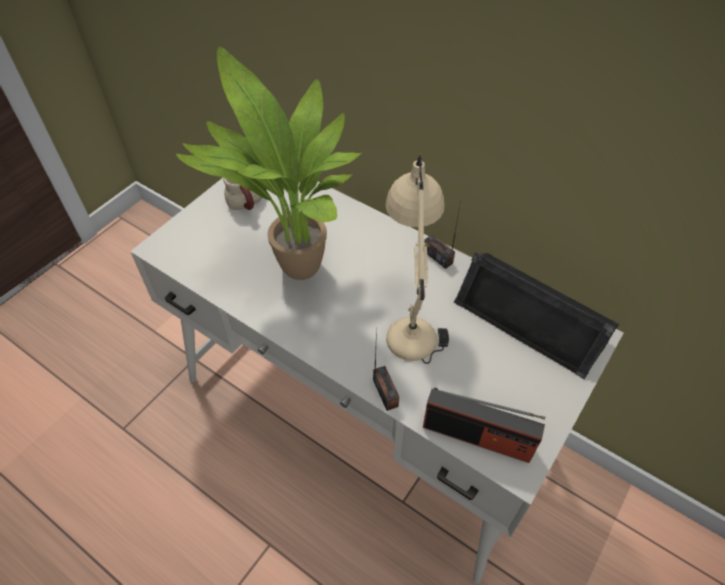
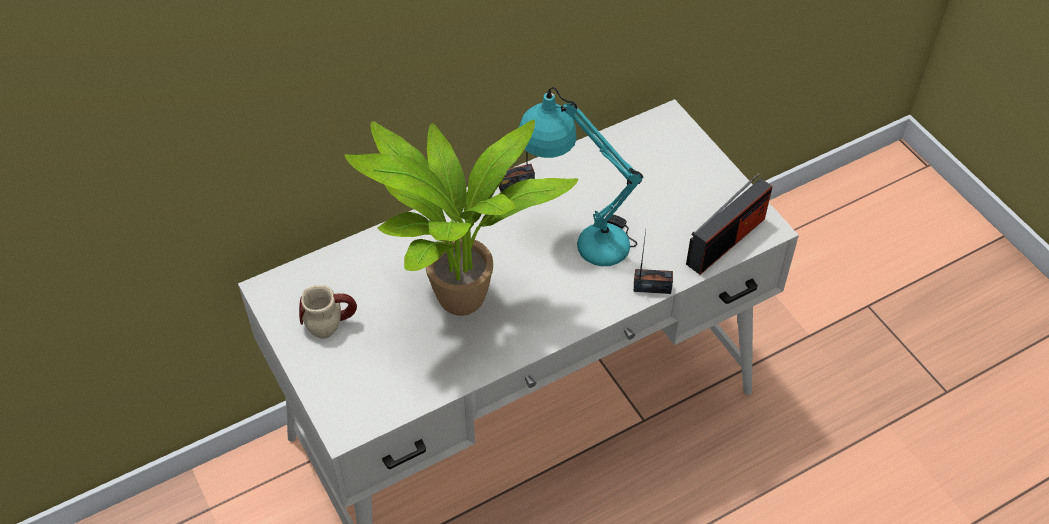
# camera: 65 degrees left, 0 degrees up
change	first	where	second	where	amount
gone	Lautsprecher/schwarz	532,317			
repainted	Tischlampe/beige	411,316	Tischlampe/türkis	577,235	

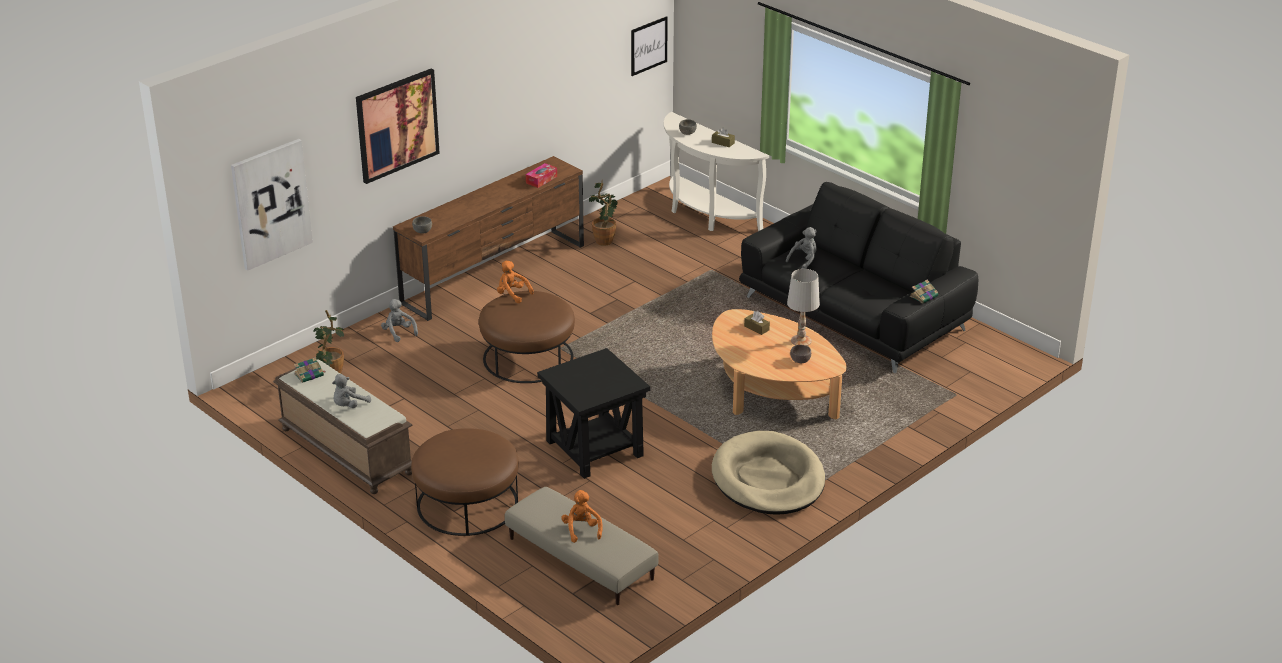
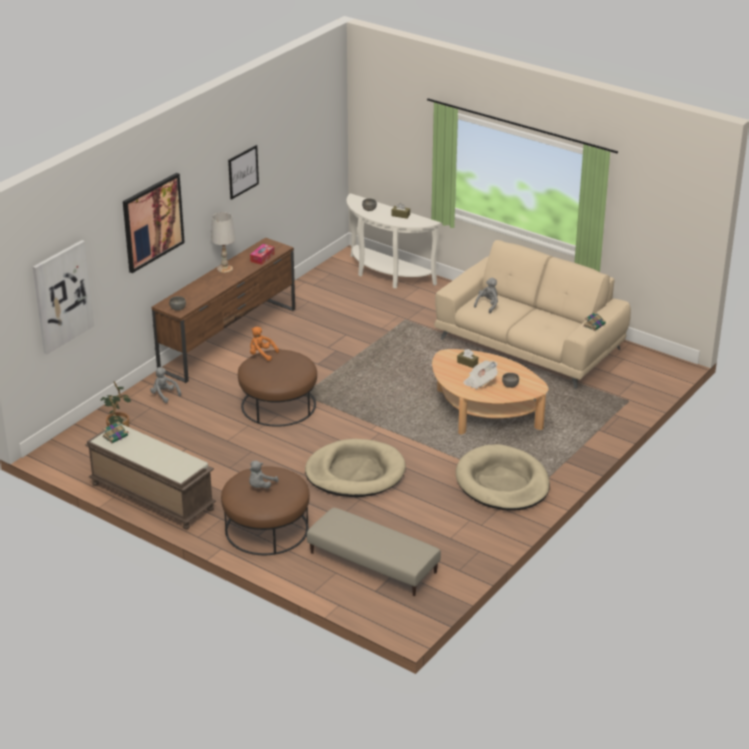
# camera: 10 degrees left, 0 degrees up
change	first	where	second	where	amount
gone	Plüschtier/orange	582,530			
gone	Topfpflanze	606,239			
new			Zeitung	480,382	
shifted	Plüschtier/grau	349,405		261,486	
shifted	Bild	648,46		243,171	
shifted	Tischlampe/weiß	801,340		224,268	
swapped	Beistelltisch/schwarz	593,448	Hundebett/beige	355,473	
repainted	Sofa/schwarz	854,314	Sofa/beige	530,345	

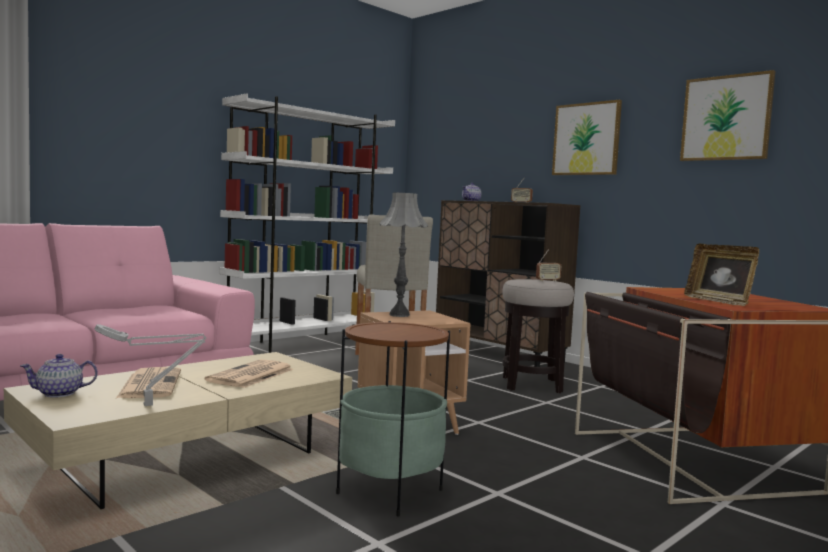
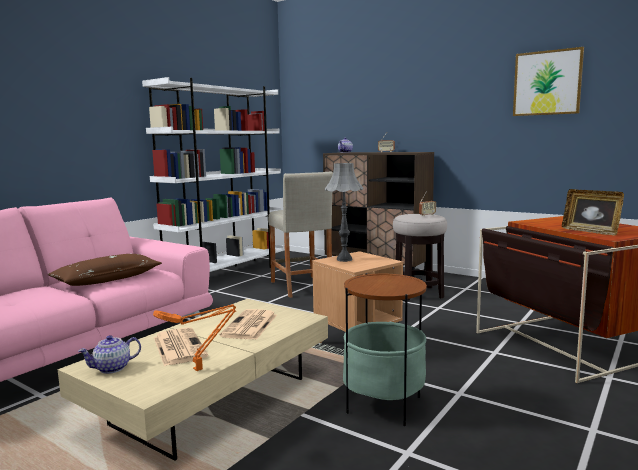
# camera: 10 degrees left, 5 degrees up
change	first	where	second	where	amount
gone	Bild	586,139			
new			Kissen/braun	107,279	
repainted	Tischlampe/grau	151,405	Tischlampe/orange	200,369	

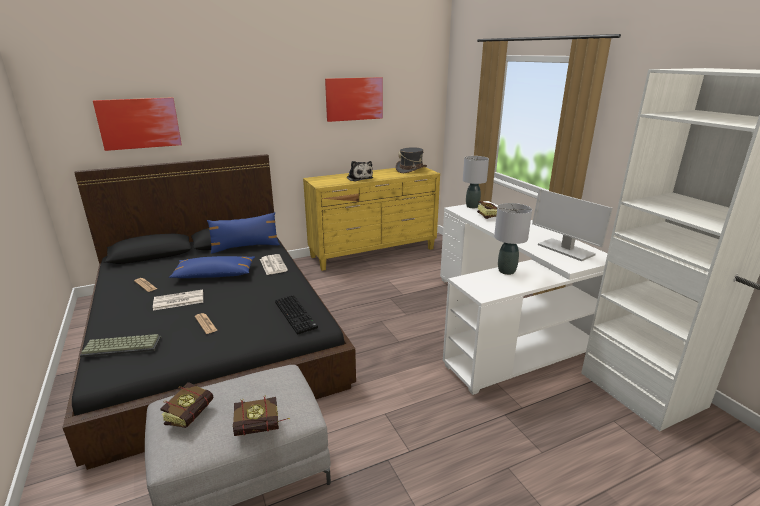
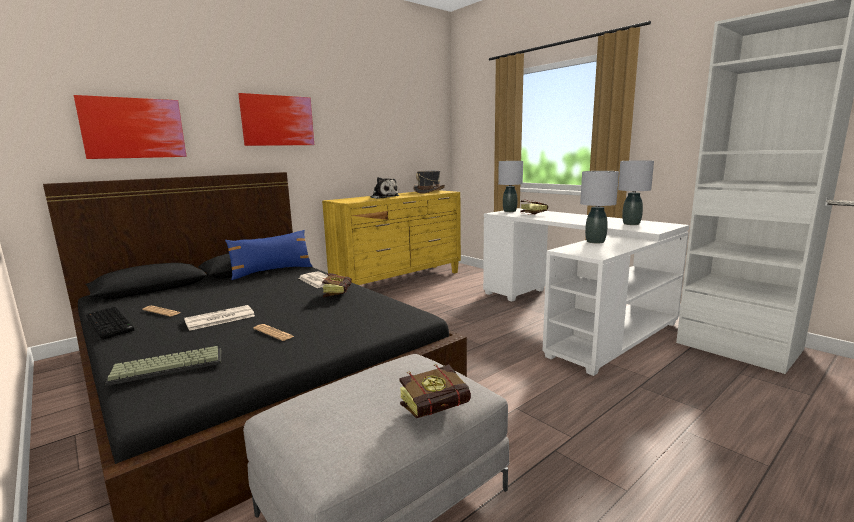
# camera: 15 degrees left, 10 degrees down
change	first	where	second	where	amount
gone	Kissen/blau	215,274			
shifted	Buch	193,413		338,294	
shifted	Tastatur	296,315		111,323	
shifted	Bild	354,99		277,120	
swapped	Monitor	565,250	Tischlampe/grau	631,224	

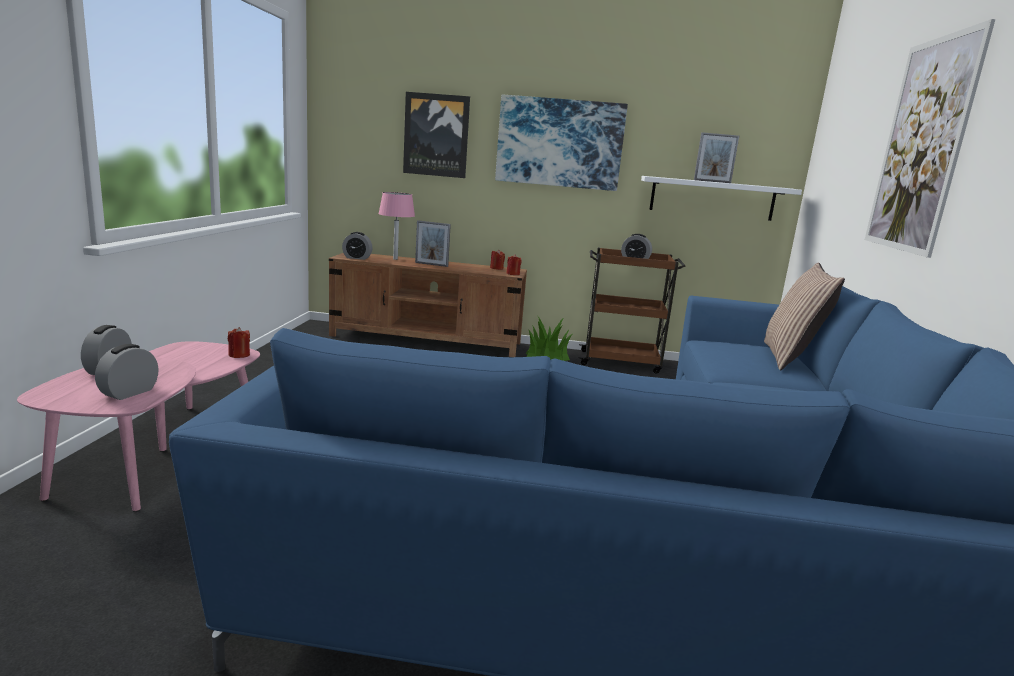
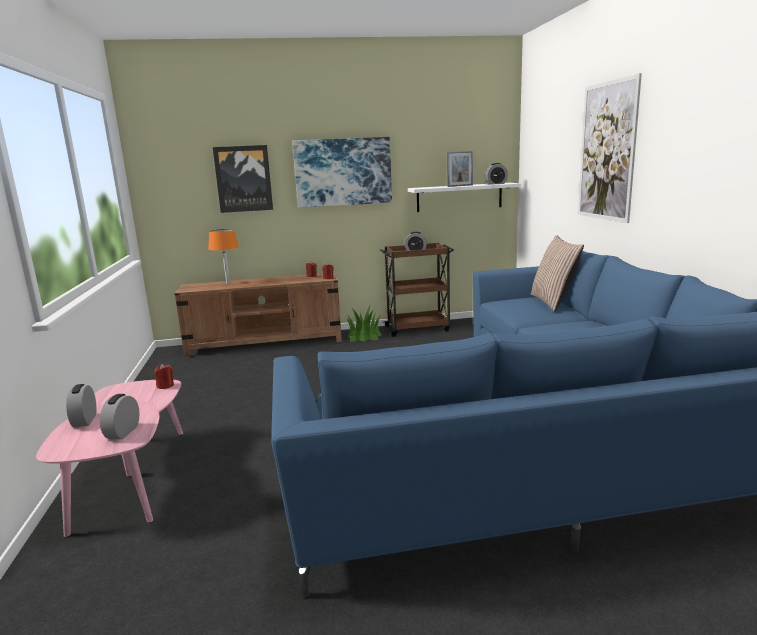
# camera: 15 degrees left, 0 degrees up
change	first	where	second	where	amount
gone	Bilderrahmen	431,264			
shifted	Wecker	357,258		496,184	
repainted	Tischlampe/rosa	395,259	Tischlampe/orange	228,283	

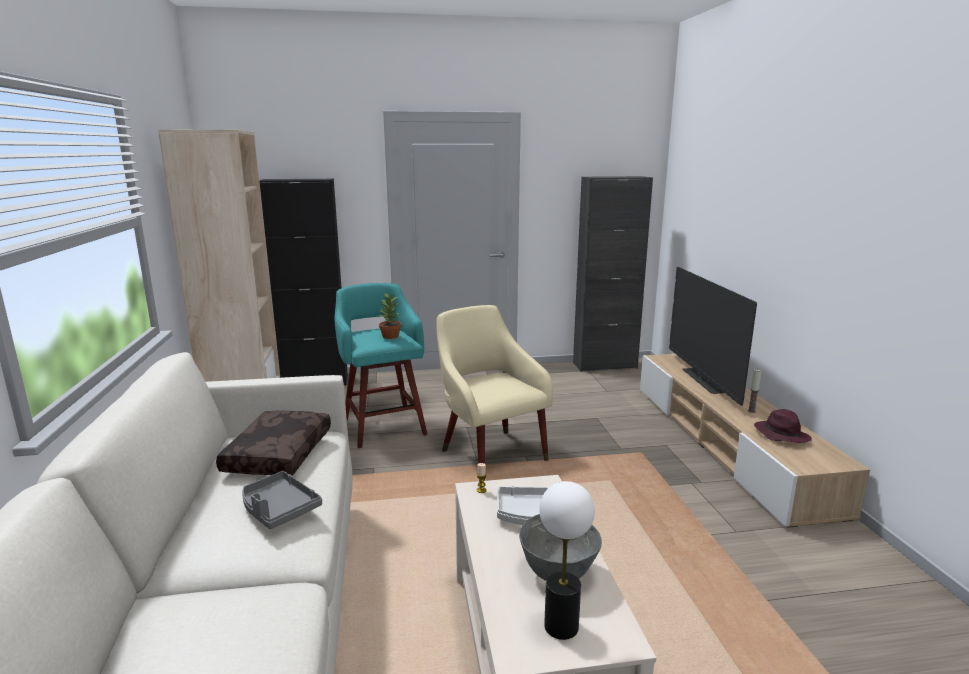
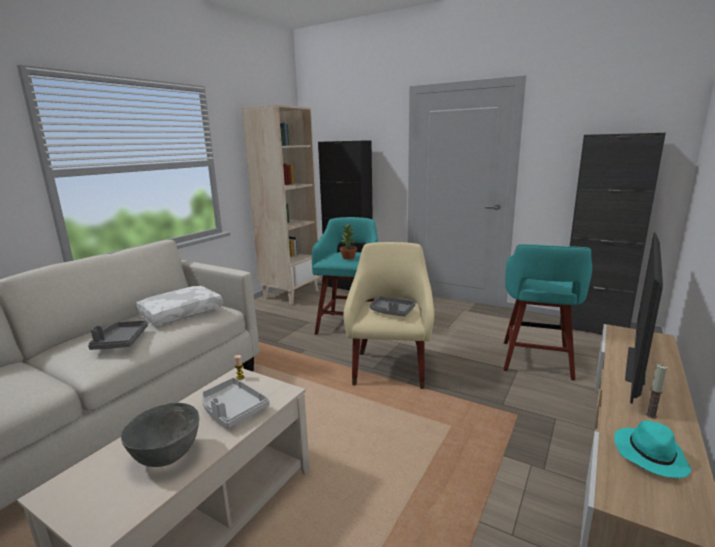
# camera: 40 degrees right, 0 degrees up
change	first	where	second	where	amount
gone	Tischlampe	561,627			
new			Tablett/grau	391,312	
new			Hocker/türkis	536,361	
repainted	Kissen/braun	277,453	Kissen/weiß	181,312	
repainted	Hut/lila	780,435	Hut/türkis	649,455	

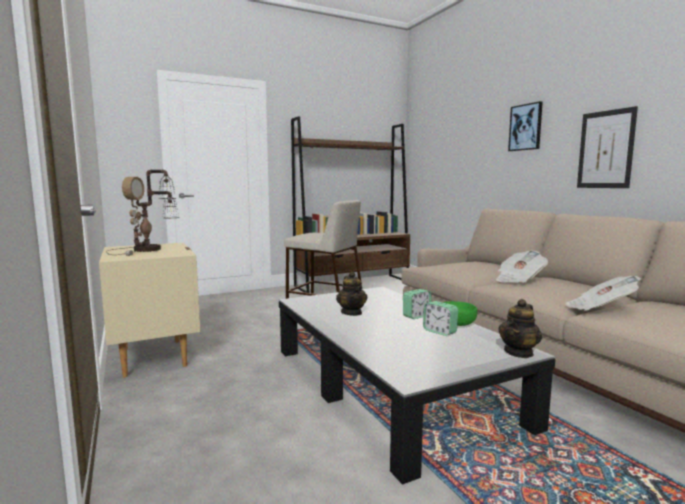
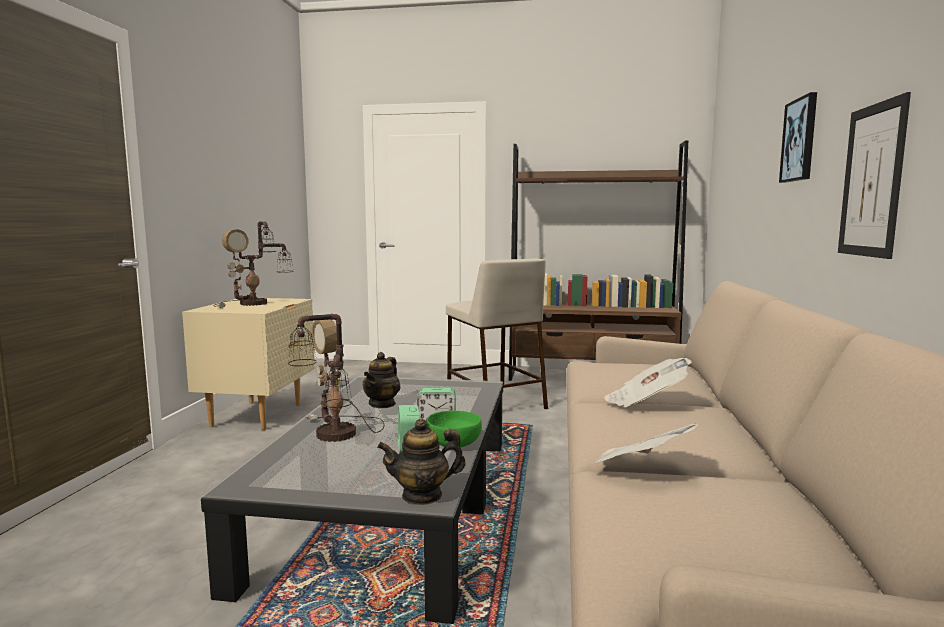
# camera: 35 degrees right, 0 degrees up
change	first	where	second	where	amount
new			Tischlampe	335,436	

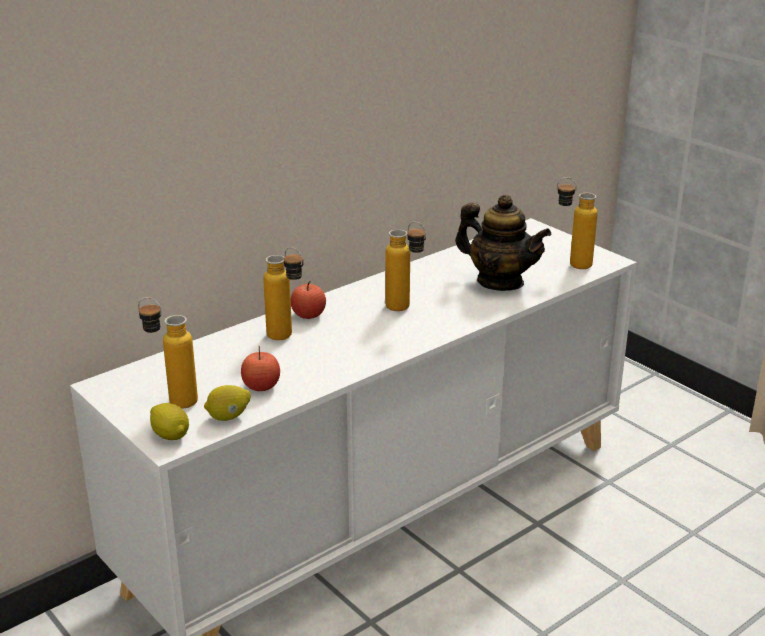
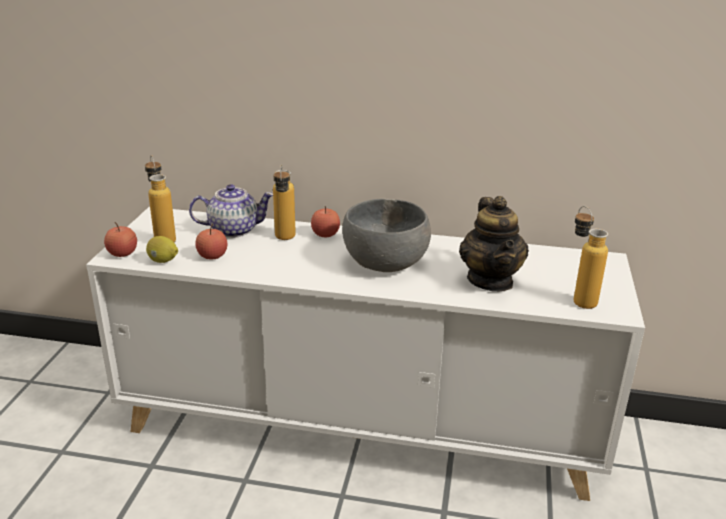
# camera: 50 degrees right, 0 degrees up
change	first	where	second	where	amount
new			Teekanne	233,230	
swapped	Zitrone	170,435	Apfel	122,253	
swapped	Flasche	405,309	Schüssel/grau	386,262	

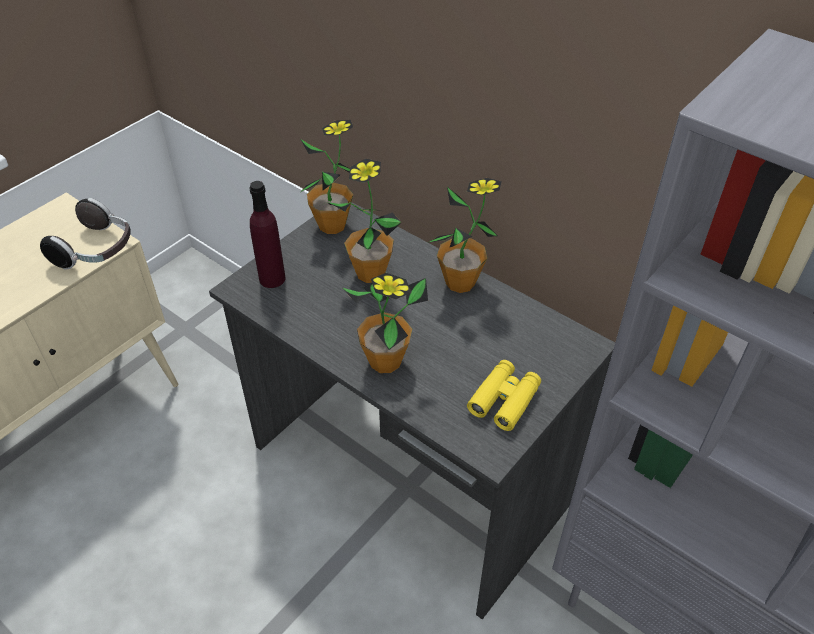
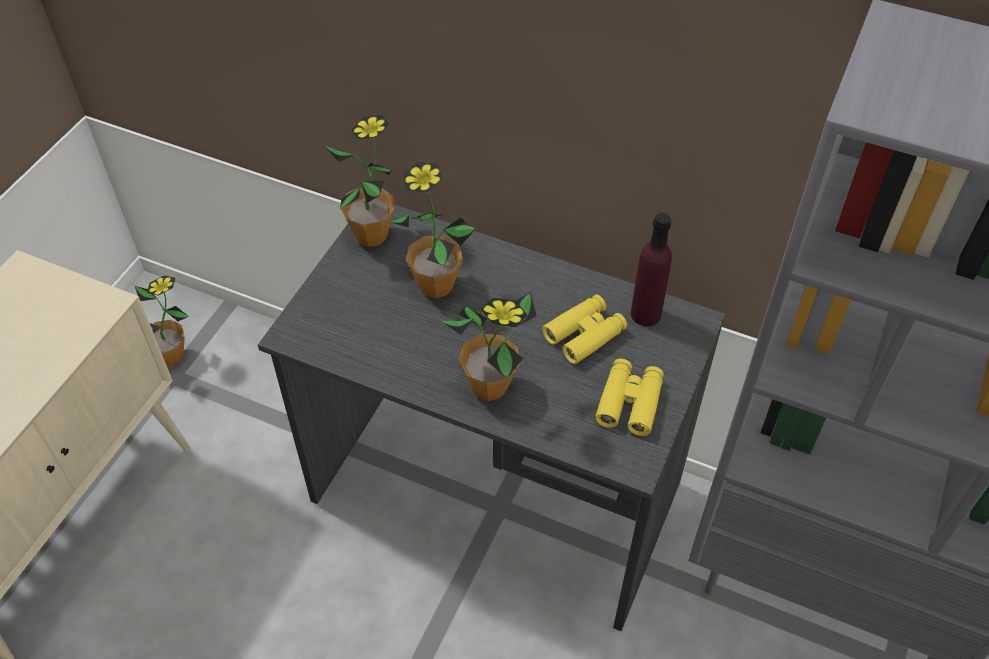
# camera: 15 degrees left, 5 degrees up
change	first	where	second	where	amount
gone	Kopfhörer	96,251			
new			Fernglas/gelb	584,334	
shifted	Flasche/lila	272,278		645,314	
shifted	Topfpflanze	460,282		171,357	

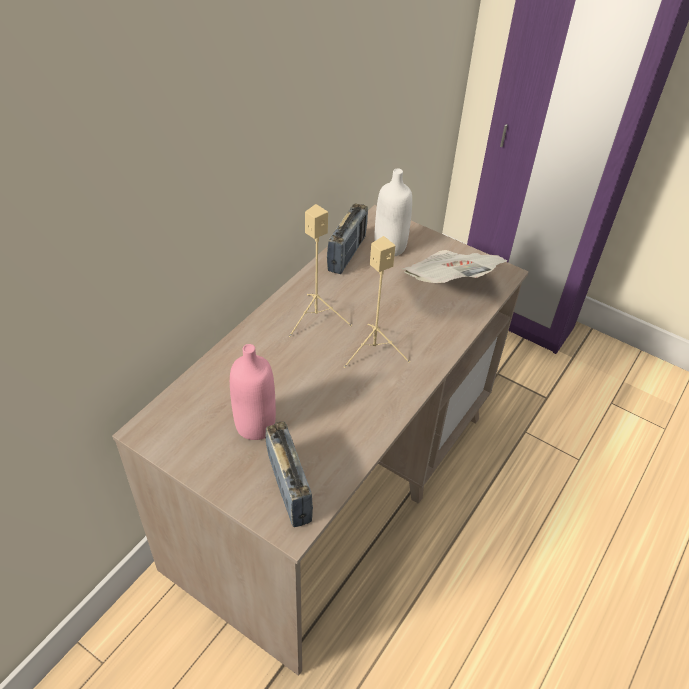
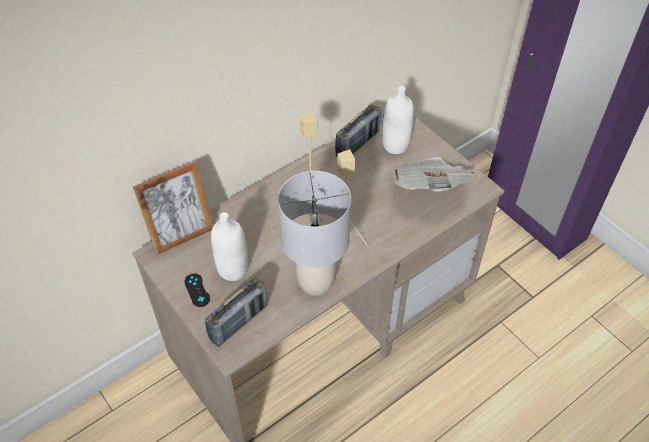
# camera: 20 degrees right, 5 degrees up
change	first	where	second	where	amount
new			Bilderrahmen	182,235	
new			Gamepad/schwarz	197,290	
new			Tischlampe/grau	316,283	
repainted	Flasche/rosa	255,425	Flasche/weiß	233,269	
rotated	Radio	289,488		239,322	45 degrees clockwise

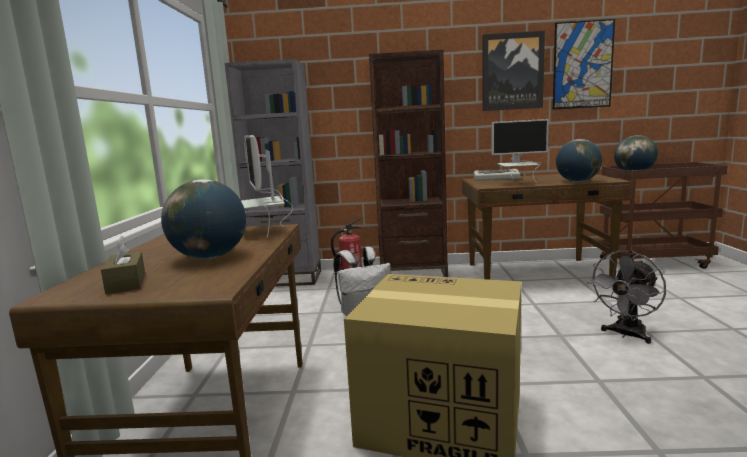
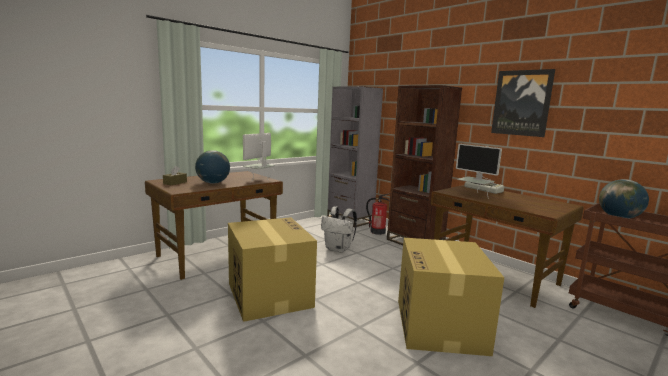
# camera: 45 degrees right, 0 degrees up
change	first	where	second	where	amount
gone	Bild	582,65			
gone	Globus	577,181			
swapped	Ventilator/grau	626,335	Karton	440,326	

